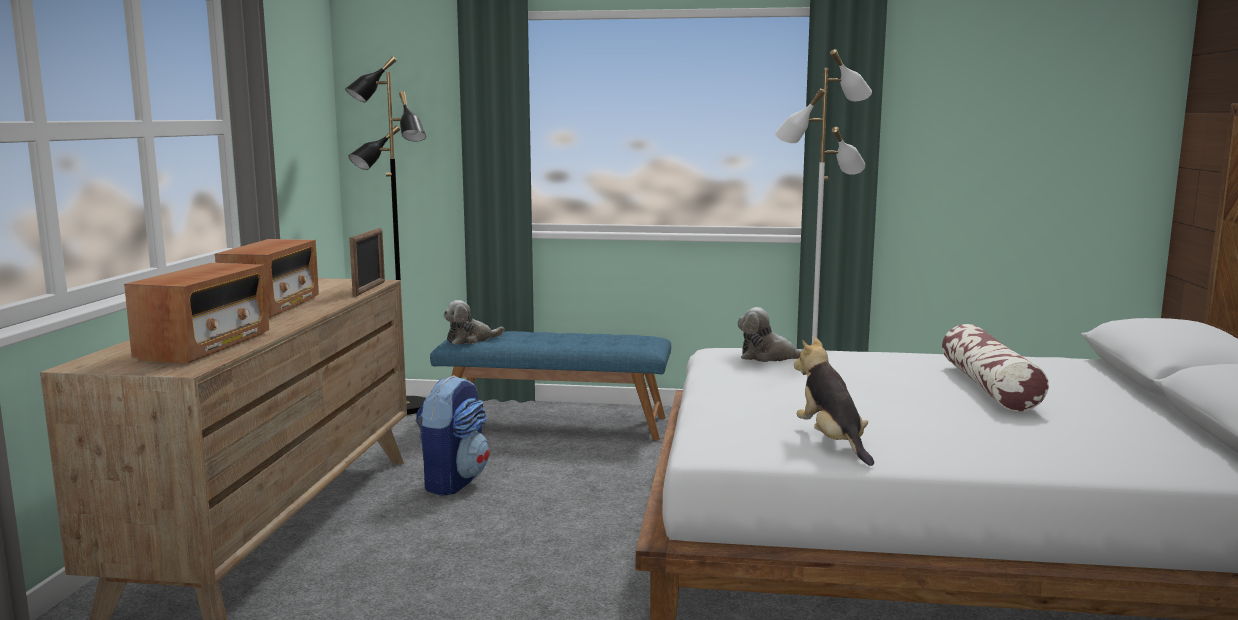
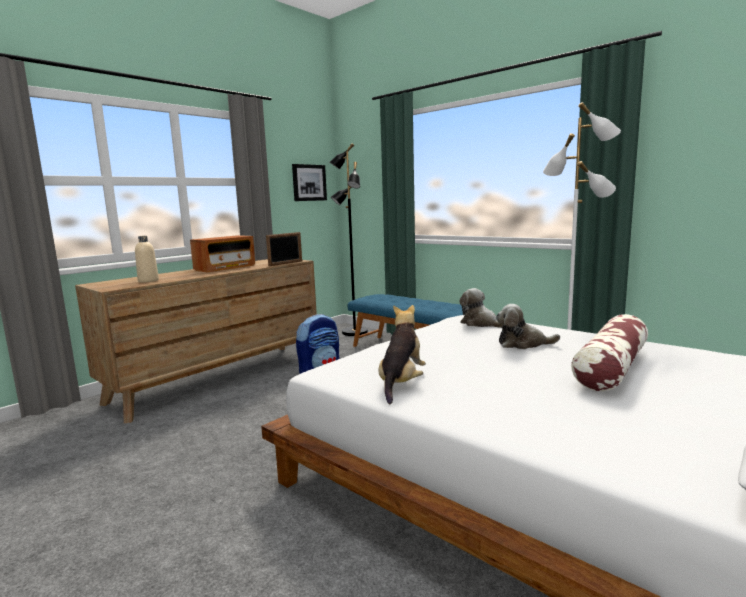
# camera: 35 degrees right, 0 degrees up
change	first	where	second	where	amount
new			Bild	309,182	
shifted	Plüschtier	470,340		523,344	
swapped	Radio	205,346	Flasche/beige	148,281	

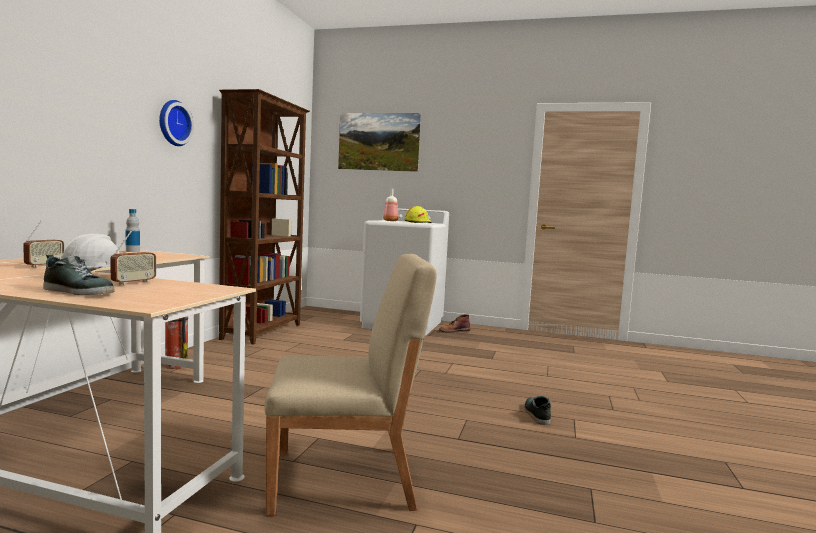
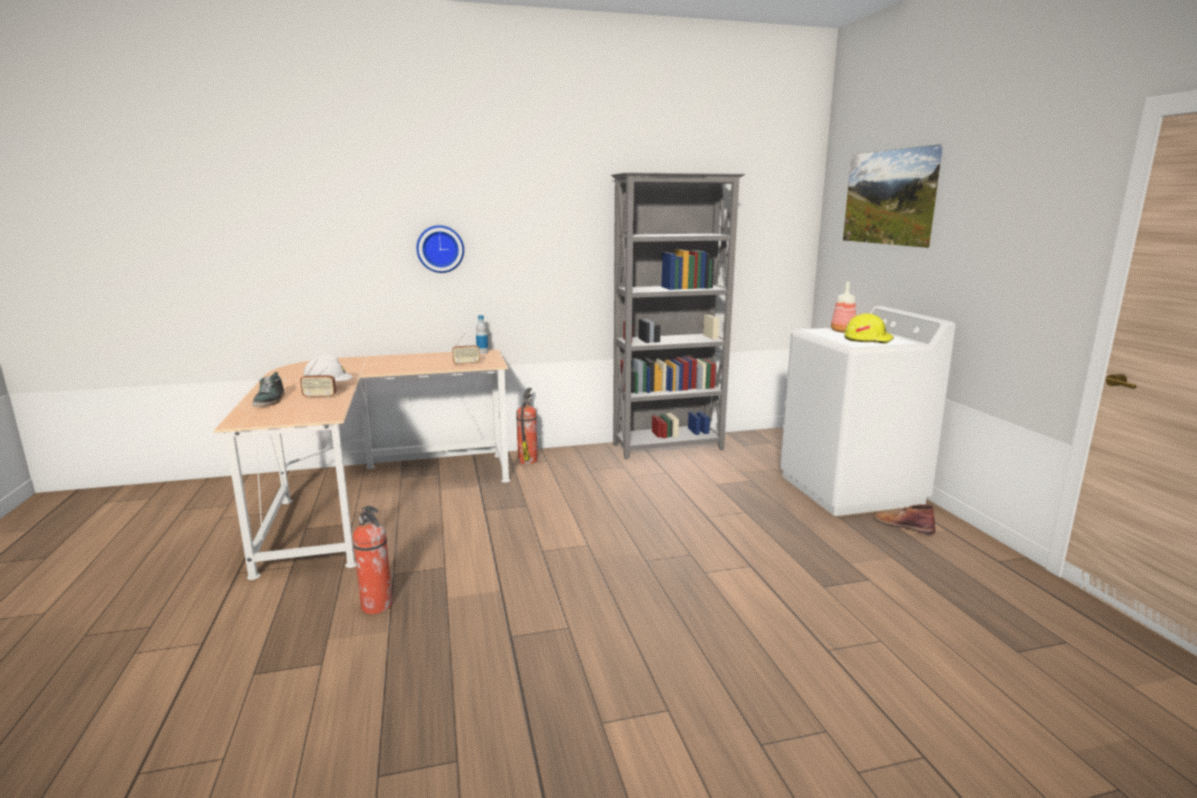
# camera: 60 degrees right, 10 degrees up
change	first	where	second	where	amount
gone	Schuh	536,414			
shifted	Radio	44,266		466,364	
shifted	Wanduhr	173,123		440,249	
swapped	Stuhl/beige	345,479	Feuerlöscher	377,606	
repainted	Bücherregal/braun	263,331	Bücherregal/grau	669,447	

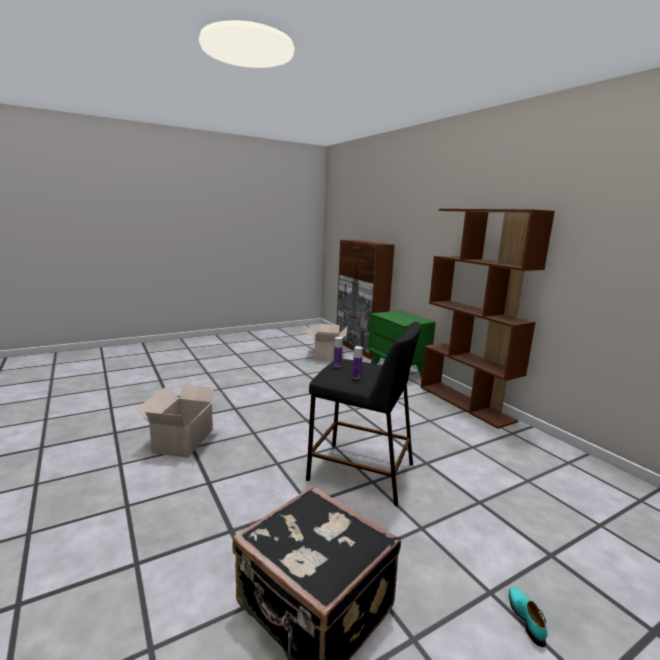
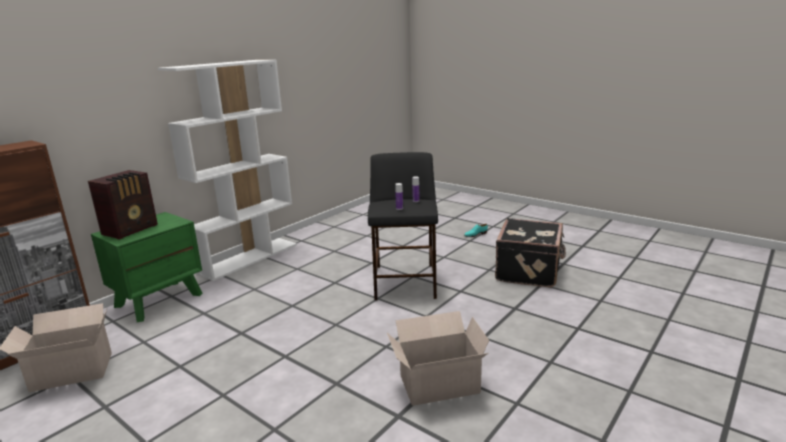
# camera: 110 degrees left, 5 degrees up
change	first	where	second	where	amount
new			Radio	131,230	
repainted	Bücherregal/braun	466,403	Bücherregal/weiß	249,258	

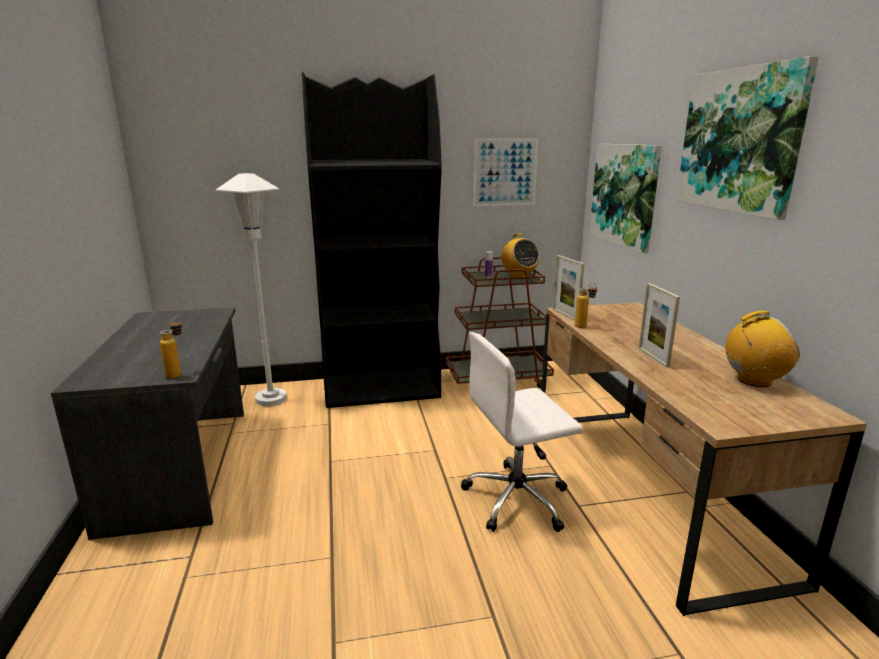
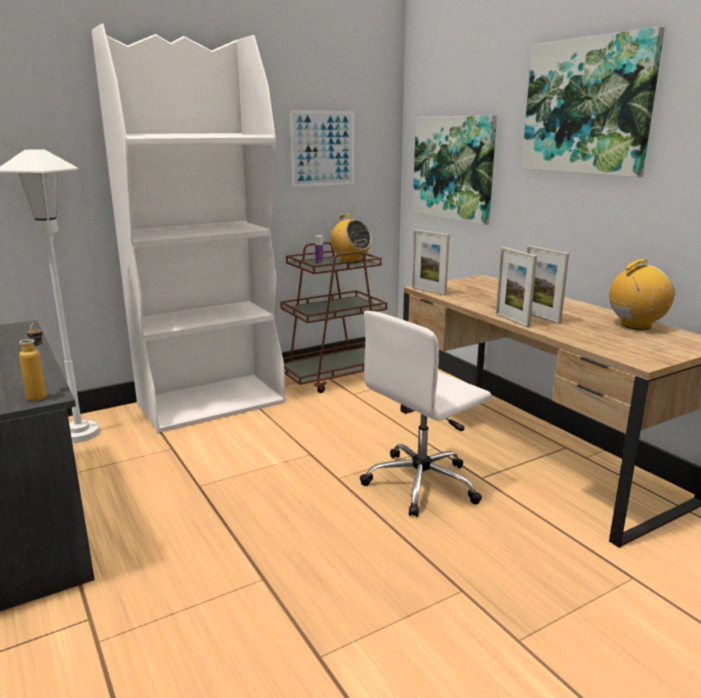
# camera: 20 degrees left, 0 degrees up
change	first	where	second	where	amount
gone	Flasche	584,327			
new			Bilderrahmen	512,320	
repainted	Bücherregal/schwarz	382,388	Bücherregal/weiß	212,403	

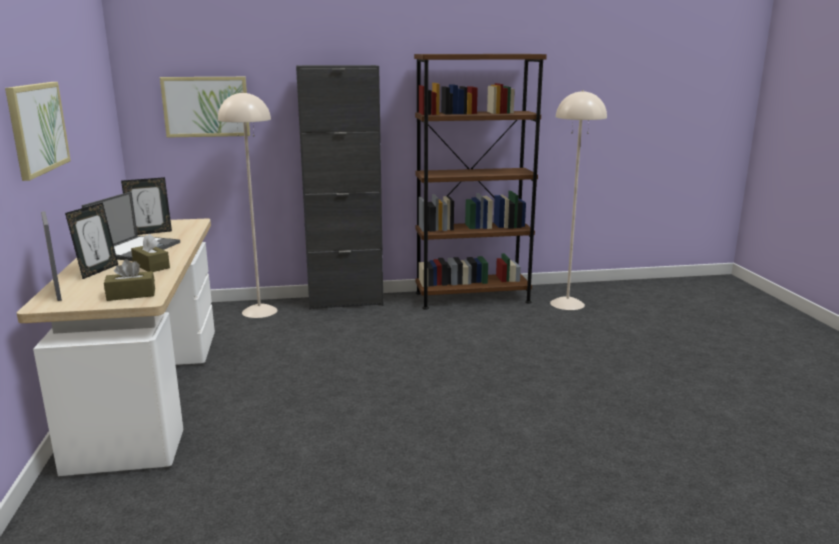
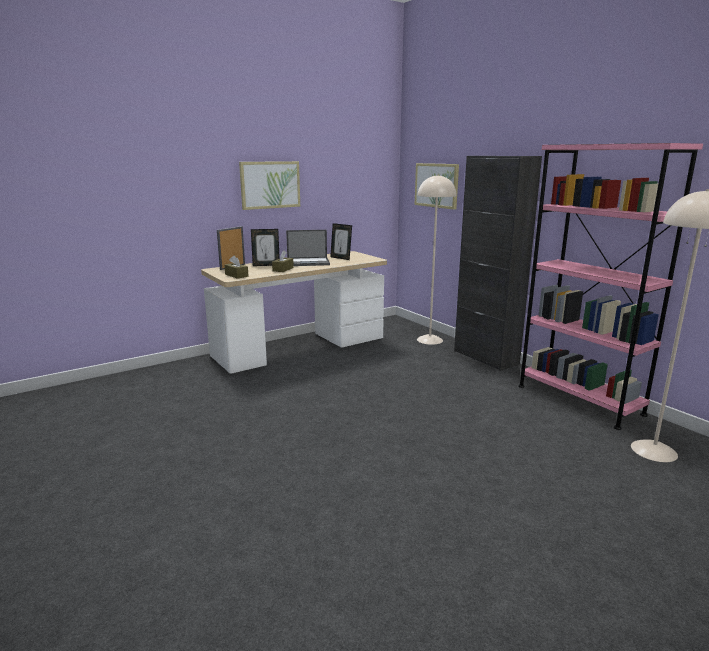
# camera: 65 degrees right, 0 degrees up
change	first	where	second	where	amount
repainted	Bücherregal/braun	472,297	Bücherregal/rosa	579,400	

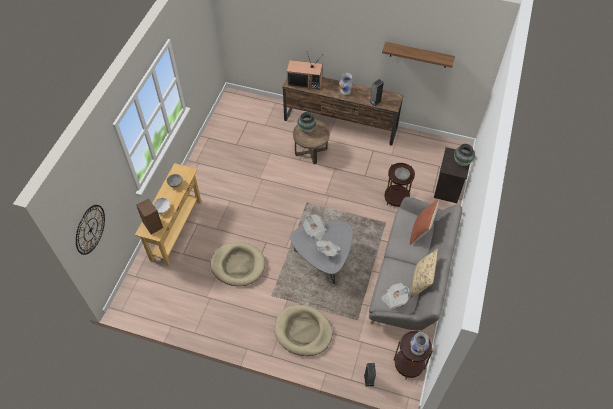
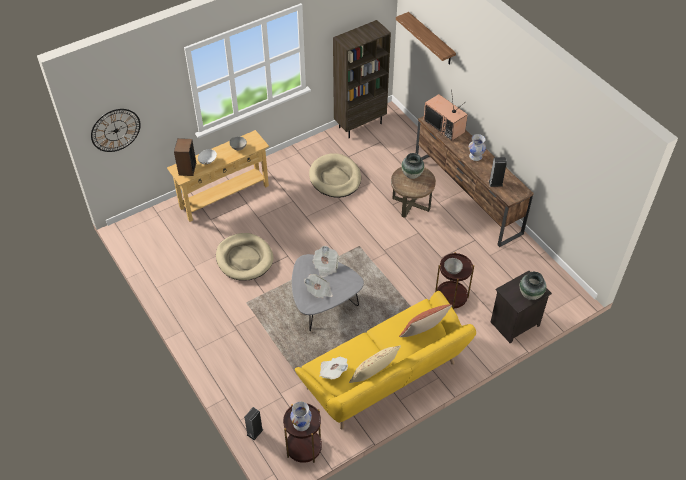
# camera: 40 degrees right, 5 degrees down
change	first	where	second	where	amount
new			Bücherregal/braun	360,125	
shifted	Hundebett/beige	303,331		335,178	
shifted	Wandregal	418,55		431,39	
repainted	Sofa/grau	410,279	Sofa/gelb	385,378	

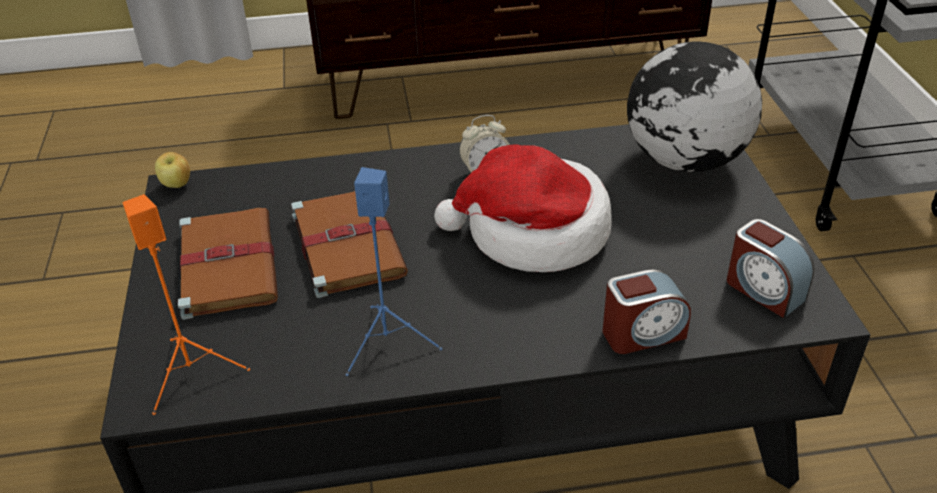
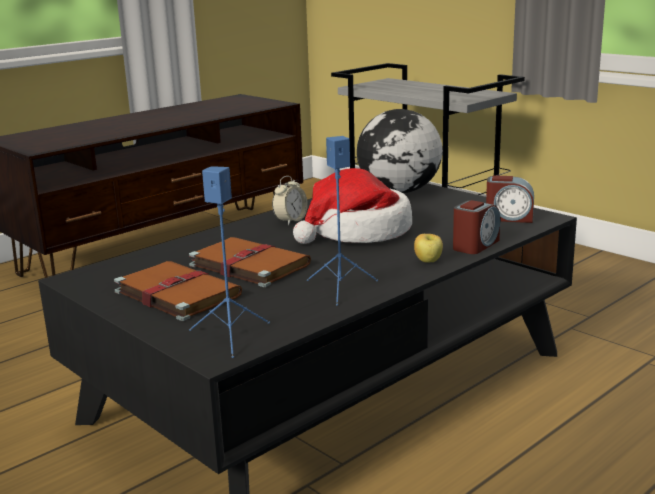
# camera: 35 degrees left, 20 degrees down
change	first	where	second	where	amount
shifted	Apfel	177,184		428,261	
repainted	Lautsprecher/orange	193,373	Lautsprecher/blau	231,335	

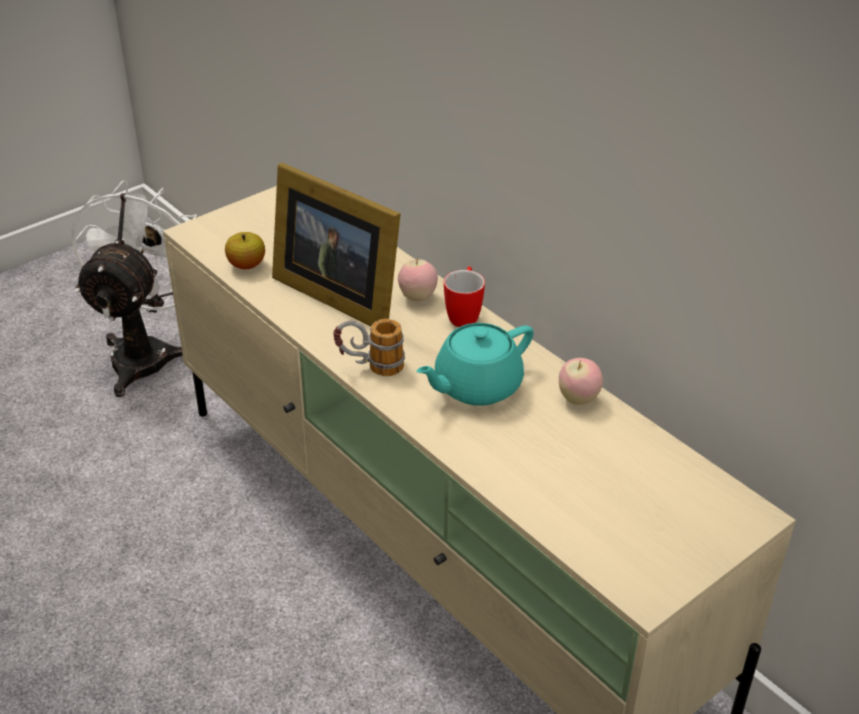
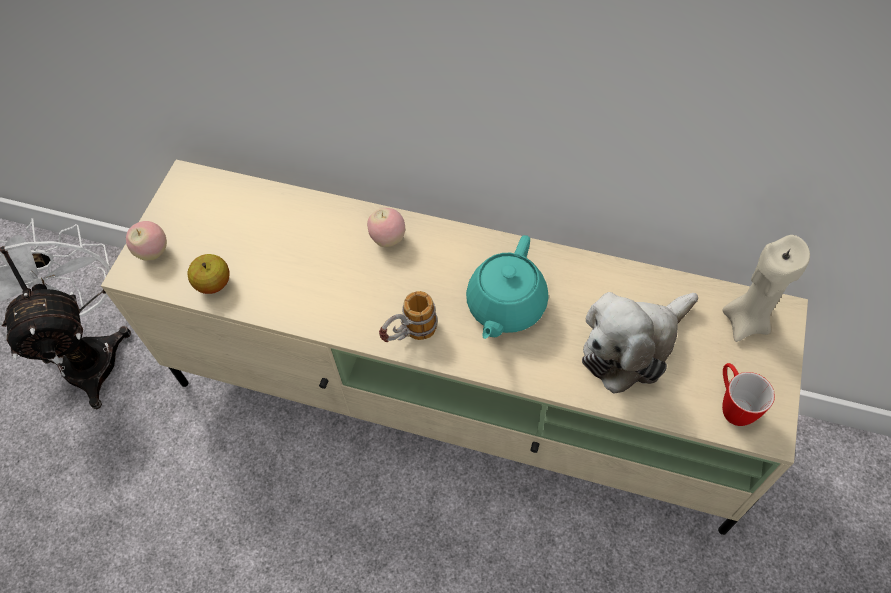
# camera: 30 degrees left, 20 degrees up
change	first	where	second	where	amount
gone	Bilderrahmen	337,293			
new			Plüschtier	632,346	
new			Kerze/beige	746,321	
shifted	Henkelbecher	464,315		732,405	
shifted	Apfel	578,398		153,252	

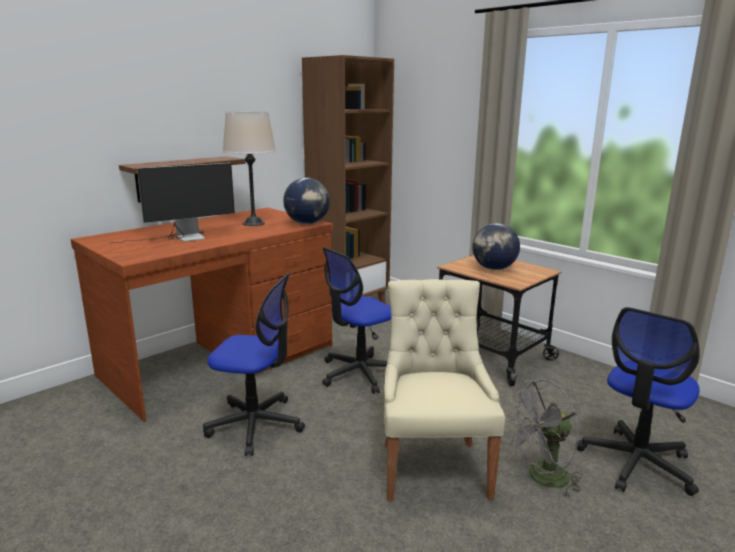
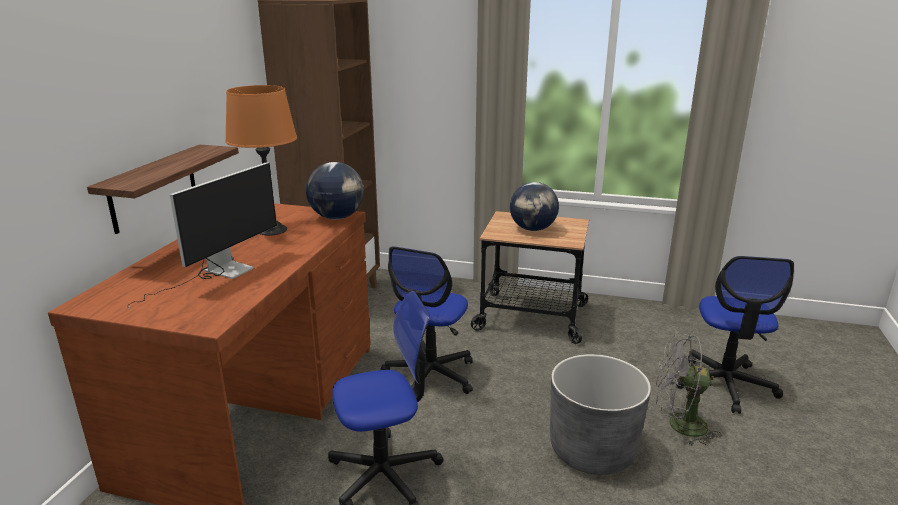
# camera: 30 degrees left, 5 degrees up
change	first	where	second	where	amount
swapped	Stuhl/beige	433,467	Pflanzkübel/grau	592,450	
repainted	Tischlampe/beige	253,223	Tischlampe/orange	272,230	
rotated	Ventilator/grau	541,478		679,425	60 degrees clockwise

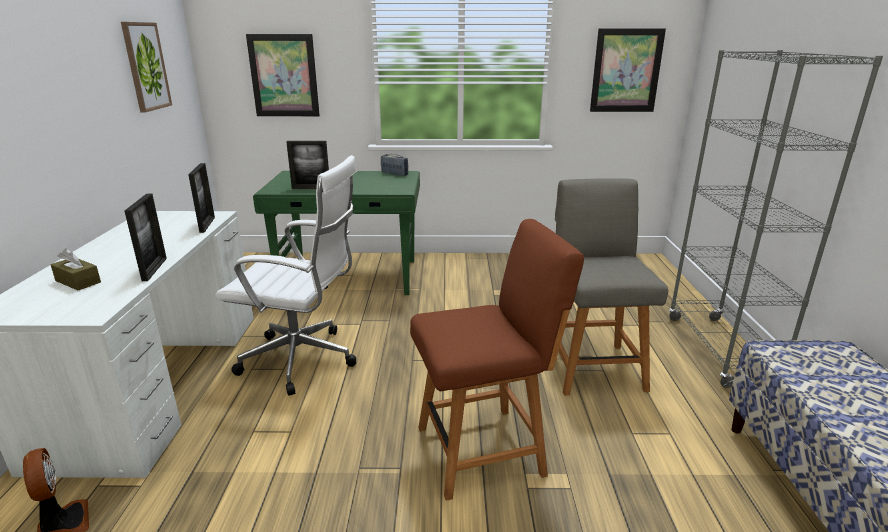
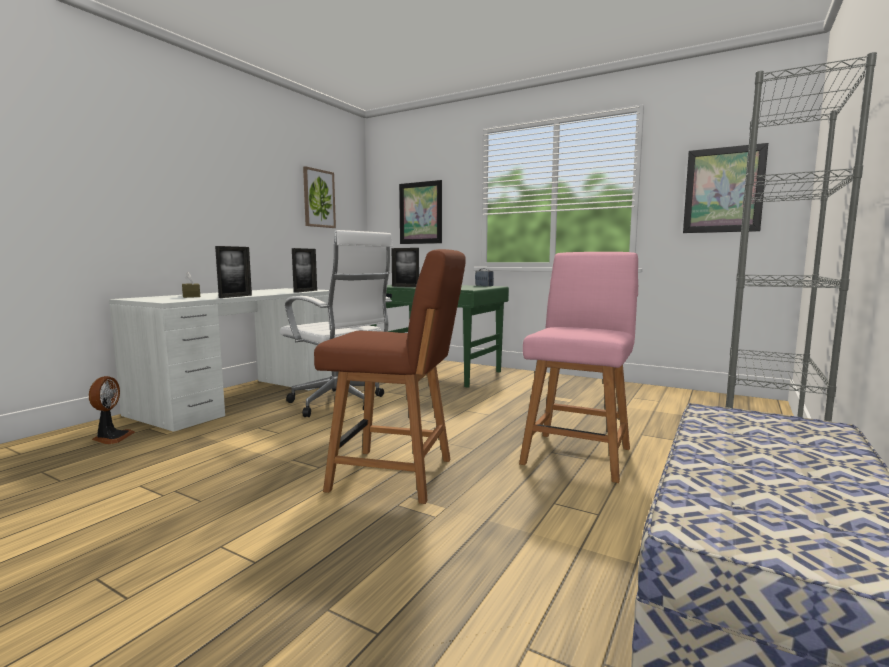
# camera: 30 degrees right, 15 degrees down
change	first	where	second	where	amount
repainted	Stuhl/grau	592,366	Stuhl/rosa	577,454	

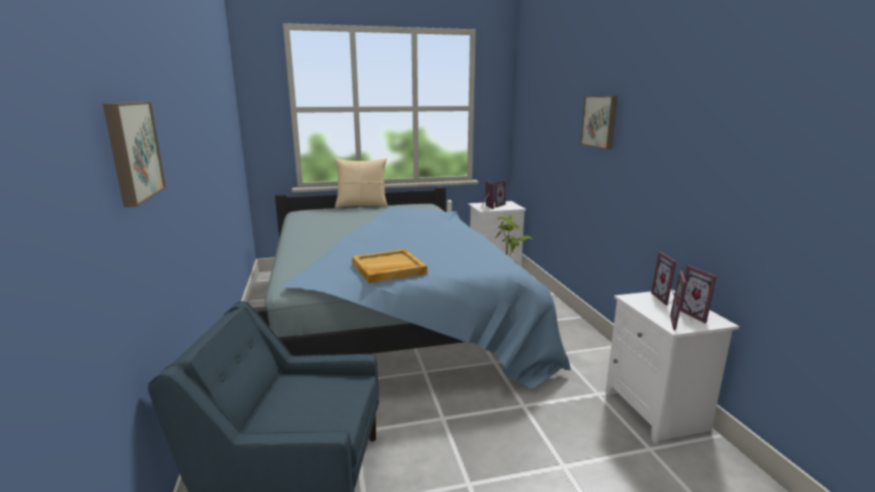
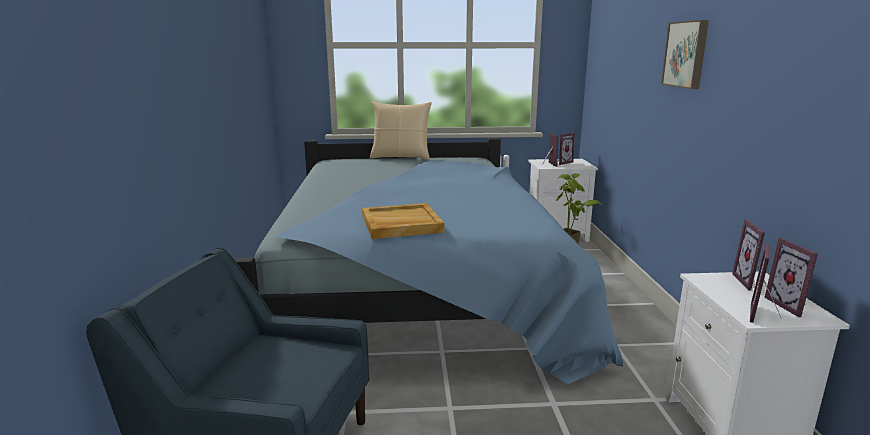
# camera: 10 degrees right, 0 degrees up
change	first	where	second	where	amount
gone	Bild	131,151			

